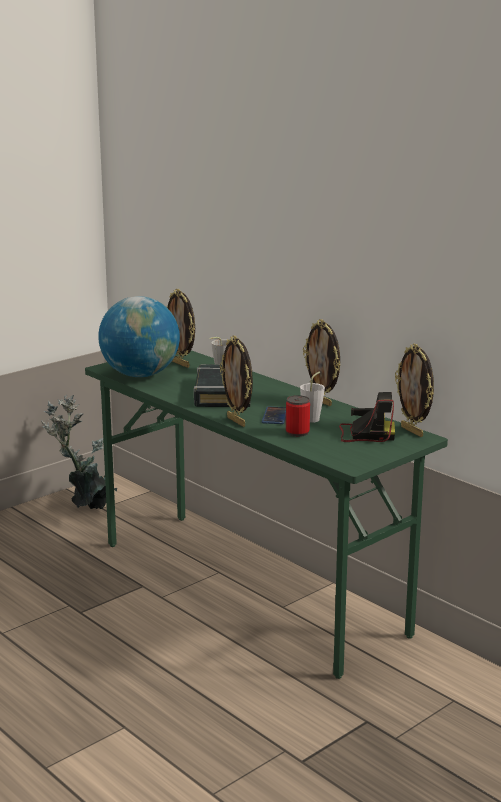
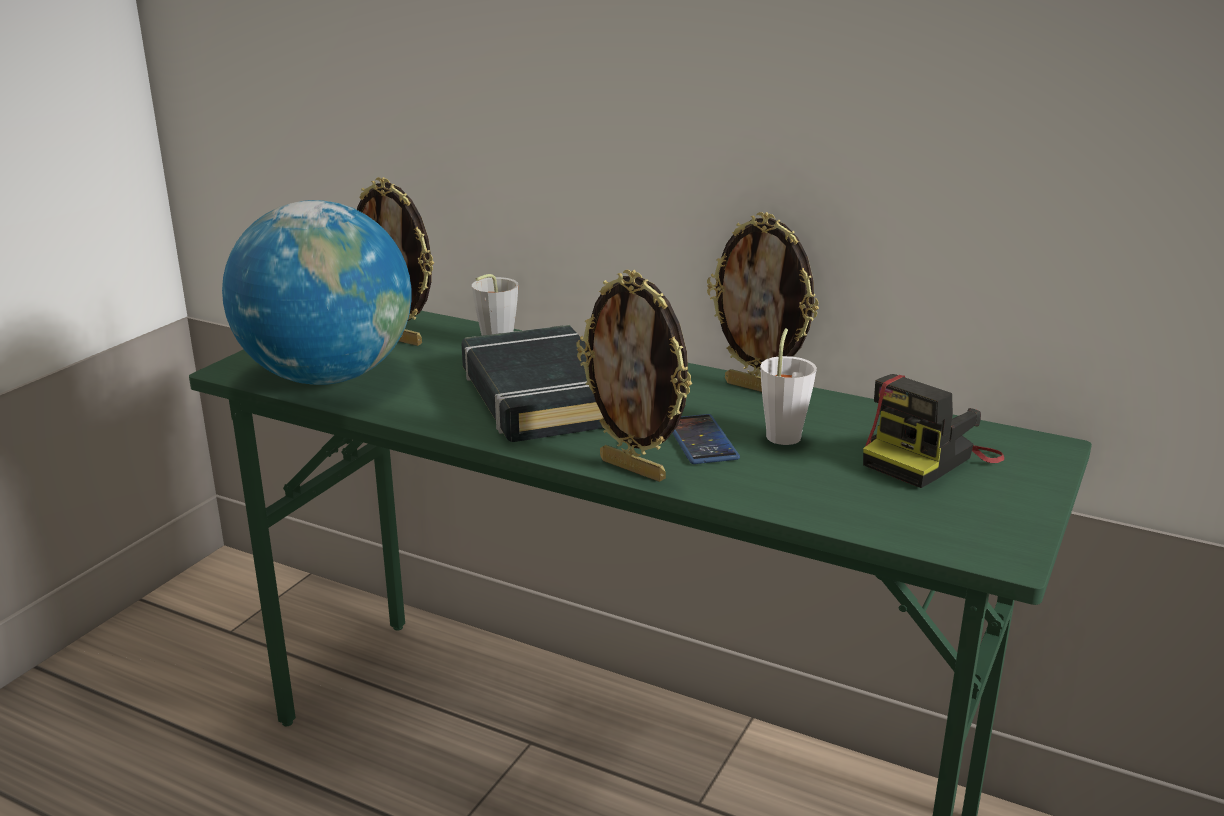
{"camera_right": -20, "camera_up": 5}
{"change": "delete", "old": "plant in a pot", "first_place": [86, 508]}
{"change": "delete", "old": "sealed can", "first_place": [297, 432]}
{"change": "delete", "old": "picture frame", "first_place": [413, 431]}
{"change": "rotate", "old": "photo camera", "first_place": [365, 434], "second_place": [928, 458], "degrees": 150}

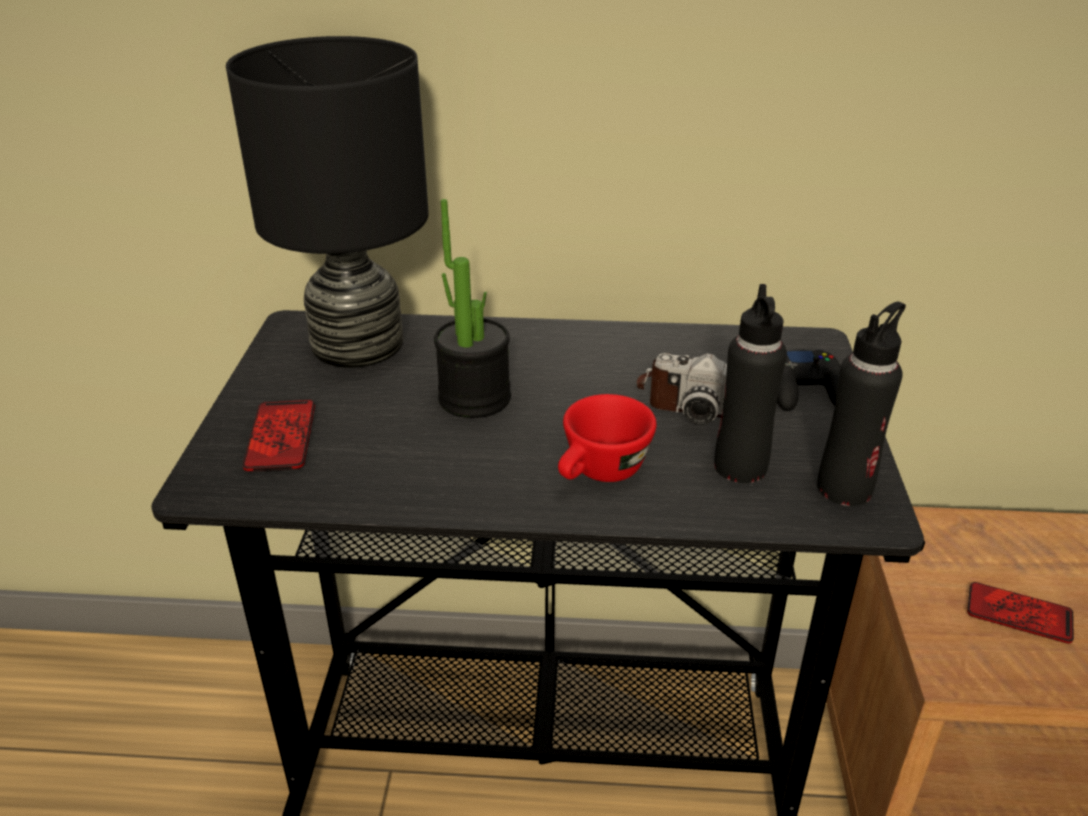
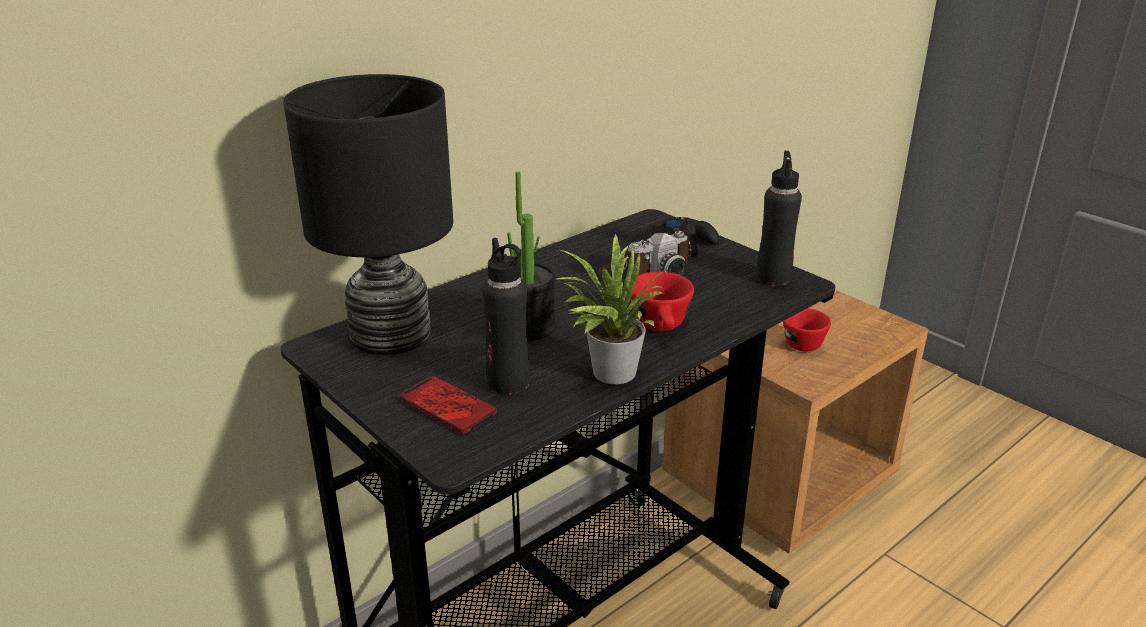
{"camera_right": -45, "camera_up": -5}
{"change": "insert", "new": "plant in a pot", "second_place": [608, 372]}
{"change": "move", "old": "beverage bottle/black", "first_place": [740, 467], "second_place": [508, 383]}
{"change": "replace", "old": "phone", "new": "cup/red", "first_place": [1019, 614], "second_place": [799, 341]}

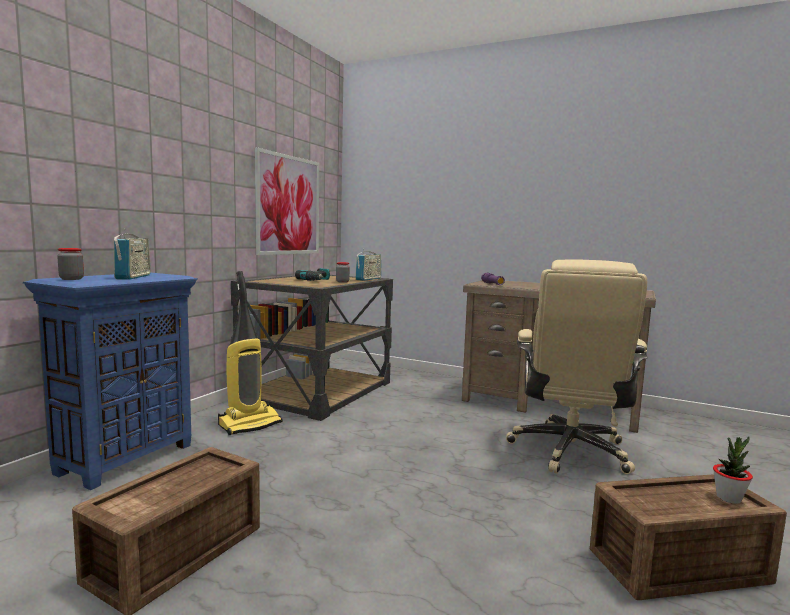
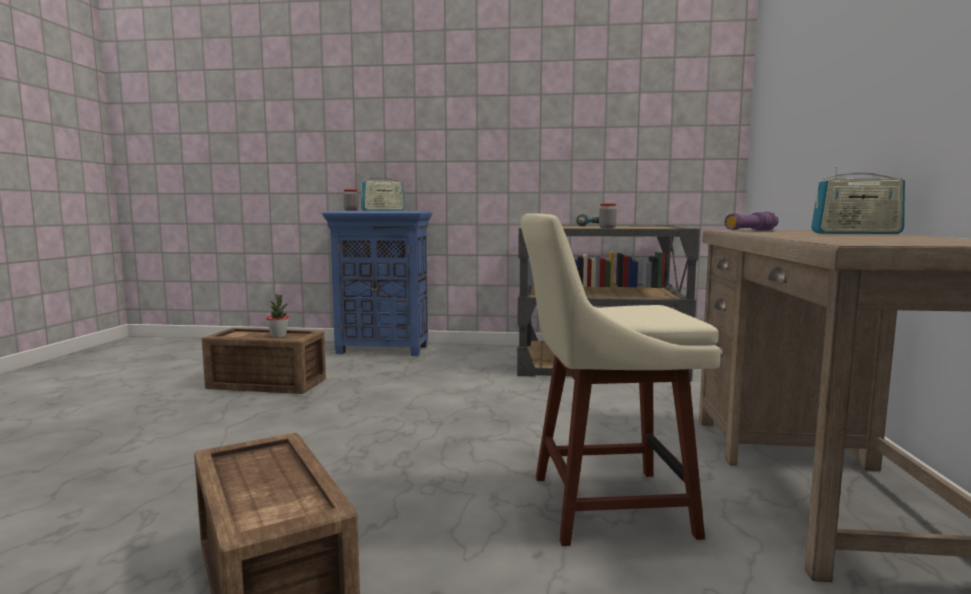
{"camera_right": 70, "camera_up": 0}
{"change": "delete", "old": "vacuum", "first_place": [250, 424]}
{"change": "delete", "old": "wall art", "first_place": [288, 205]}
{"change": "move", "old": "radio set", "first_place": [368, 279], "second_place": [856, 233]}
{"change": "move", "old": "plant in a pot", "first_place": [729, 498], "second_place": [278, 336]}
{"change": "replace", "old": "office chair/beige", "new": "stool/beige", "first_place": [570, 450], "second_place": [602, 505]}

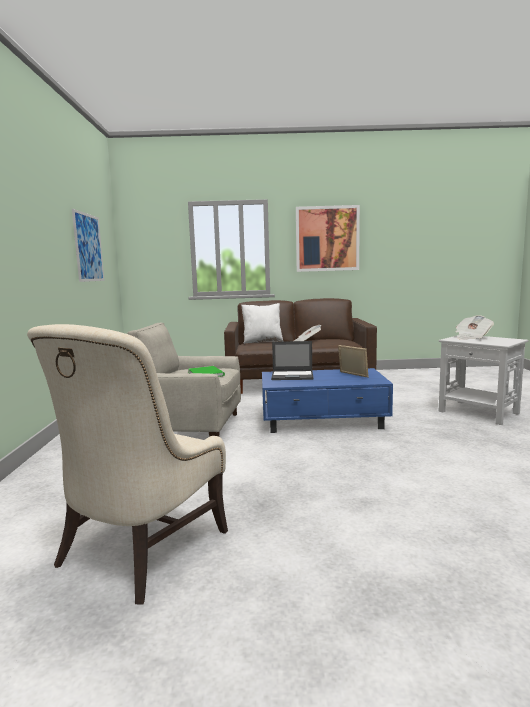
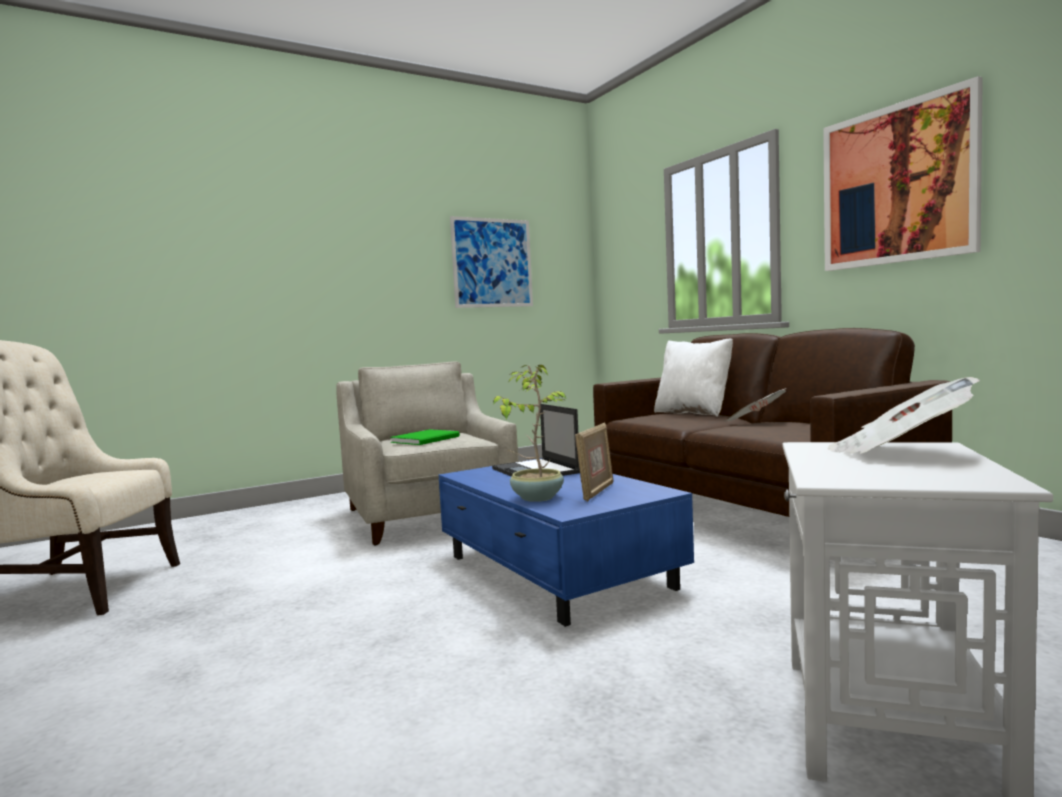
{"camera_right": 60, "camera_up": -5}
{"change": "insert", "new": "plant in a pot", "second_place": [536, 497]}

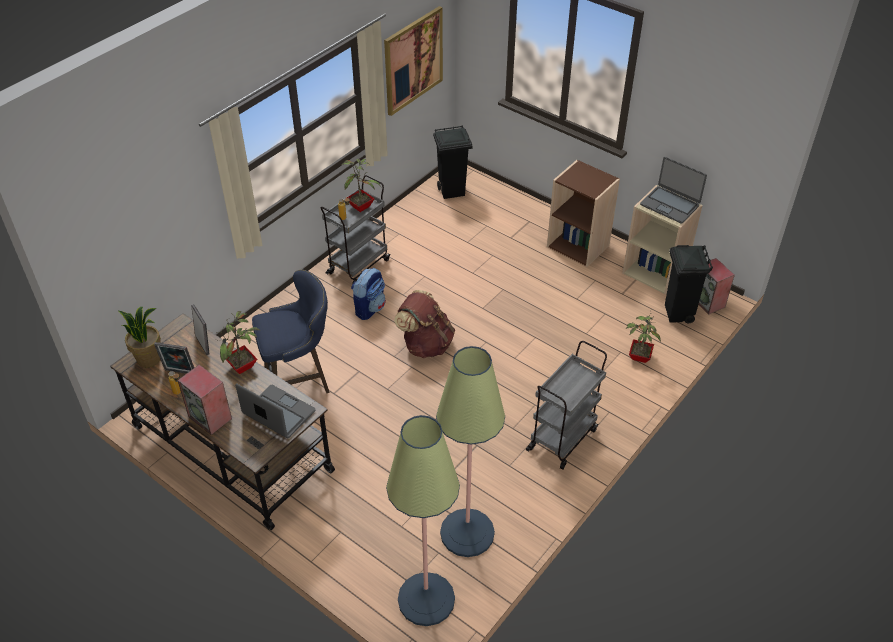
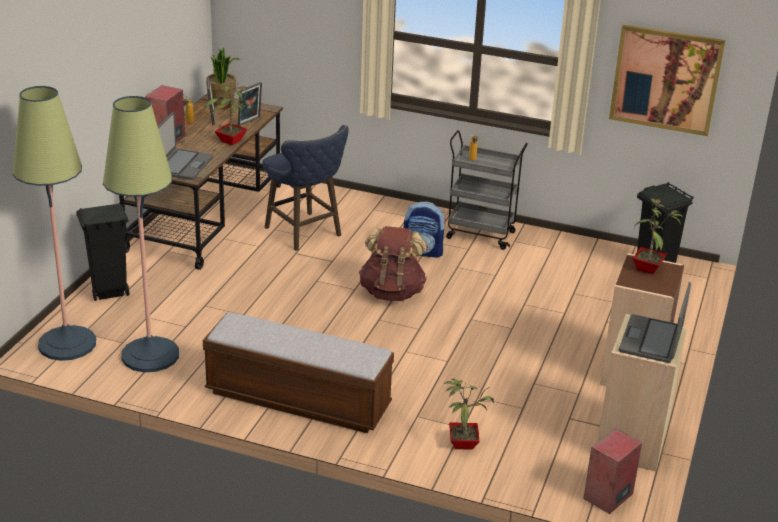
{"camera_right": 70, "camera_up": -15}
{"change": "move", "old": "plant in a pot", "first_place": [361, 206], "second_place": [649, 269]}
{"change": "move", "old": "rubbish bin/black", "first_place": [678, 314], "second_place": [108, 293]}
{"change": "replace", "old": "wheeled cart/gray", "new": "indoor bench", "first_place": [562, 440], "second_place": [297, 399]}

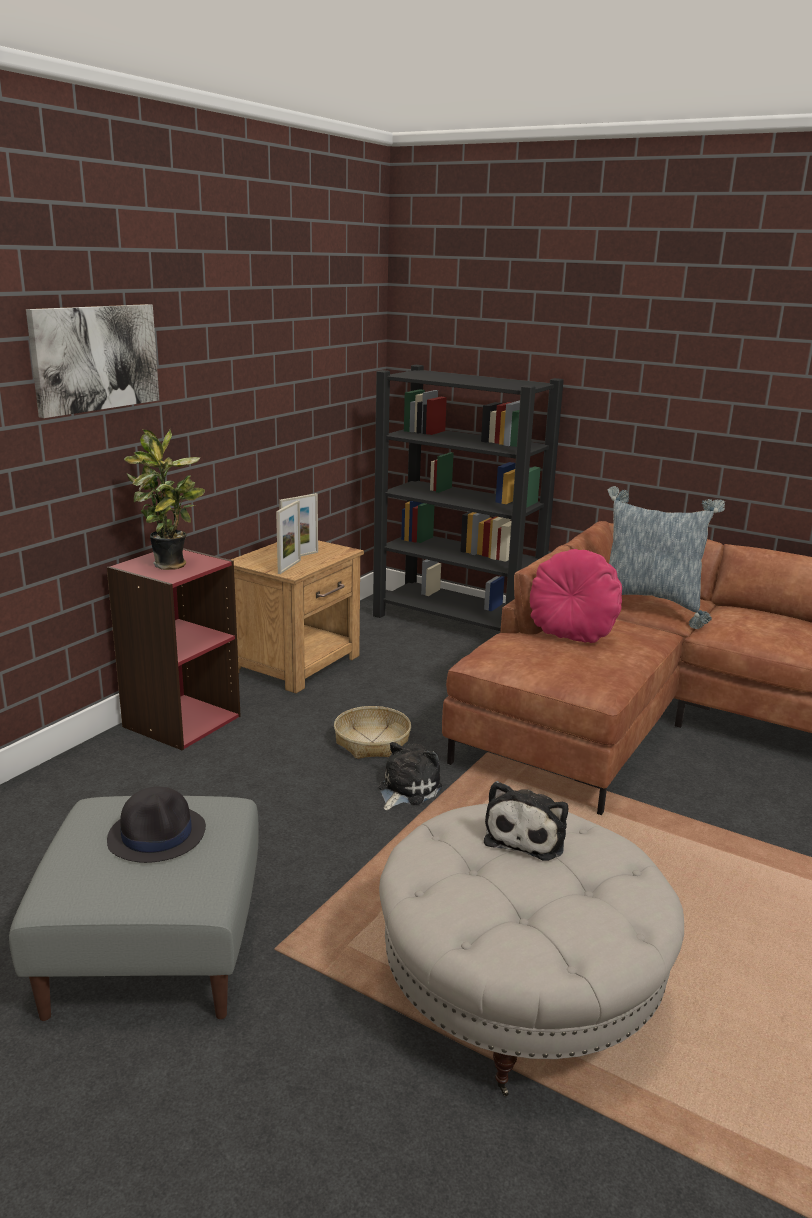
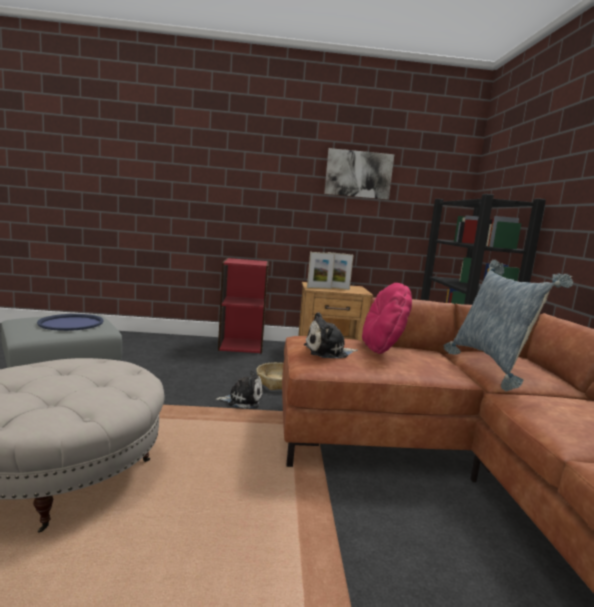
{"camera_right": 55, "camera_up": -10}
{"change": "delete", "old": "plant in a pot", "first_place": [171, 566]}
{"change": "move", "old": "wall art", "first_place": [95, 358], "second_place": [358, 174]}
{"change": "move", "old": "plush toy", "first_place": [527, 835], "second_place": [328, 352]}
{"change": "replace", "old": "hat/black", "new": "carrying tray/blue", "first_place": [158, 835], "second_place": [71, 323]}

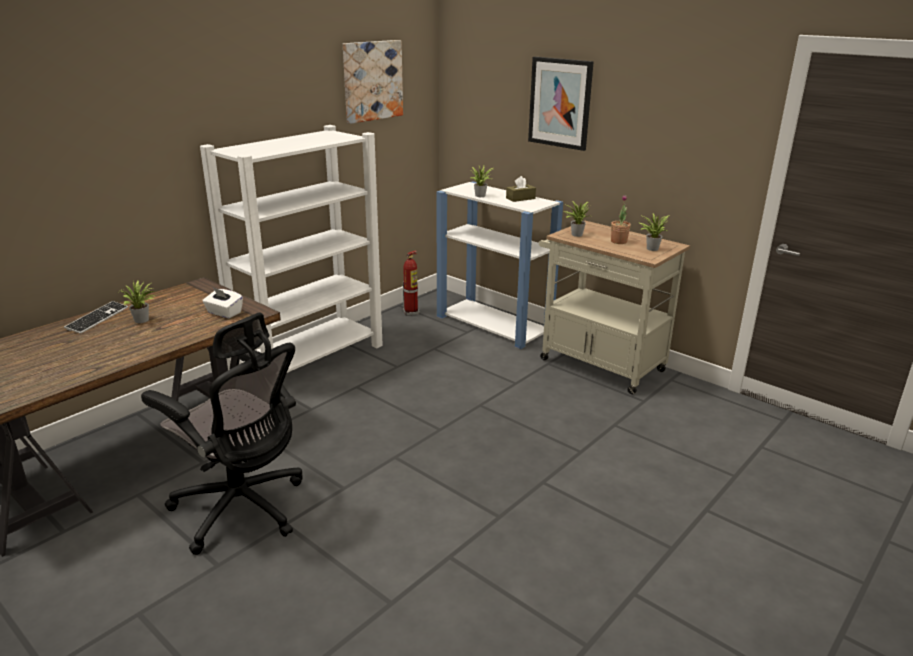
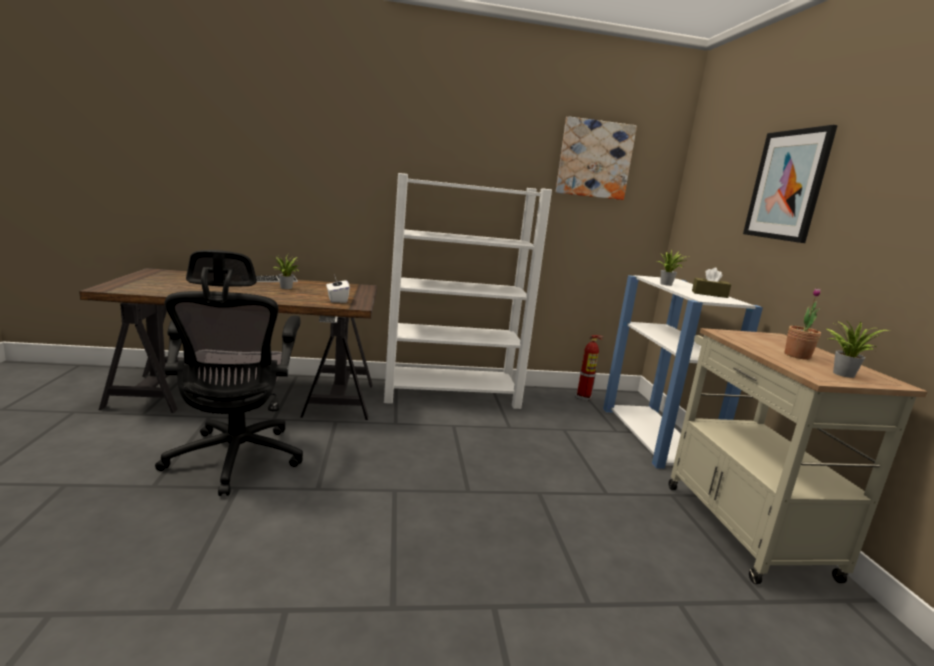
{"camera_right": 40, "camera_up": -10}
{"change": "delete", "old": "plant in a pot", "first_place": [575, 234]}

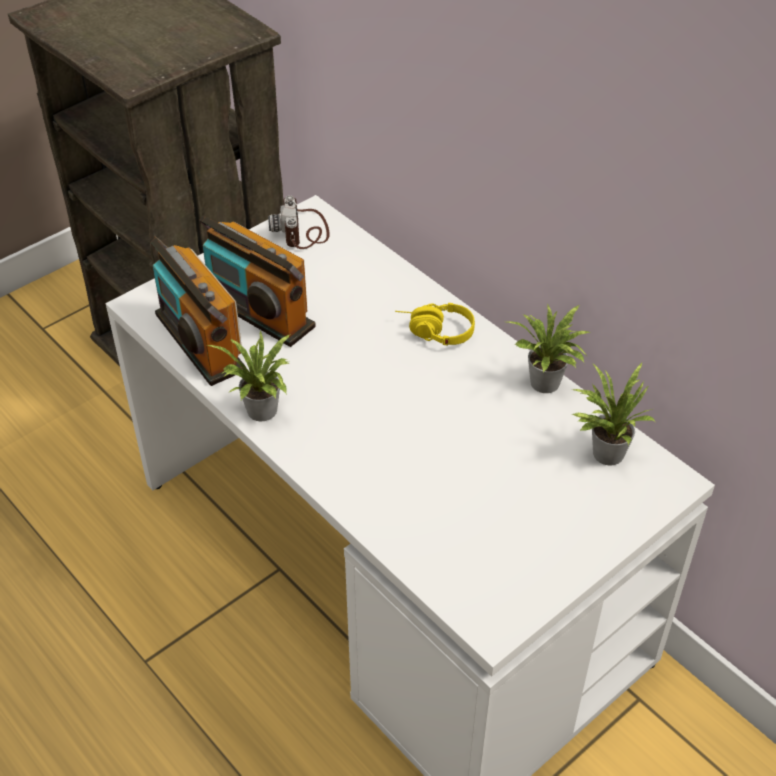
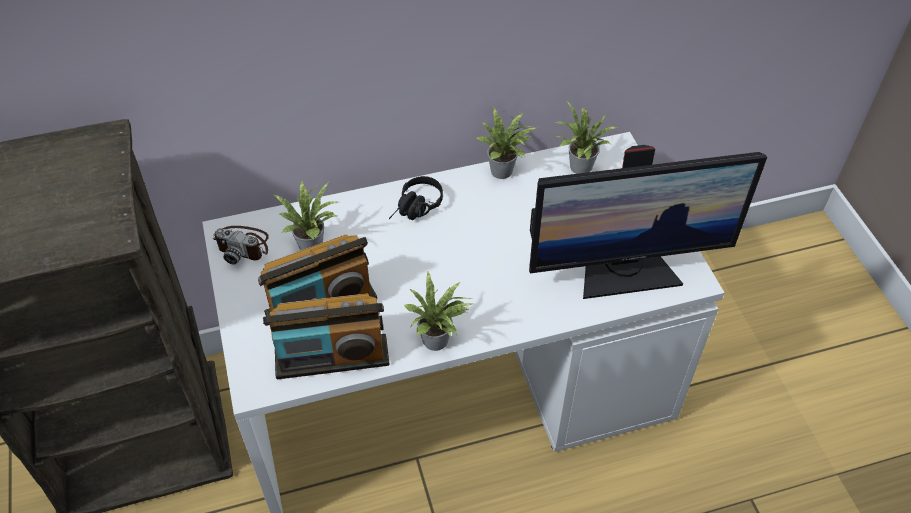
{"camera_right": -65, "camera_up": 5}
{"change": "insert", "new": "plant in a pot", "second_place": [314, 244]}
{"change": "insert", "new": "computer display", "second_place": [625, 271]}
{"change": "recolor", "old": "headphones/yellow", "new": "headphones/black", "first_place": [433, 332], "second_place": [415, 209]}

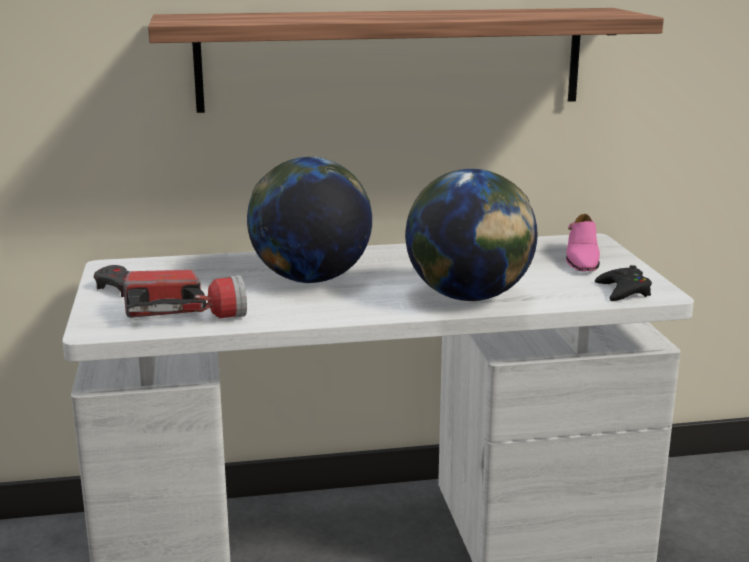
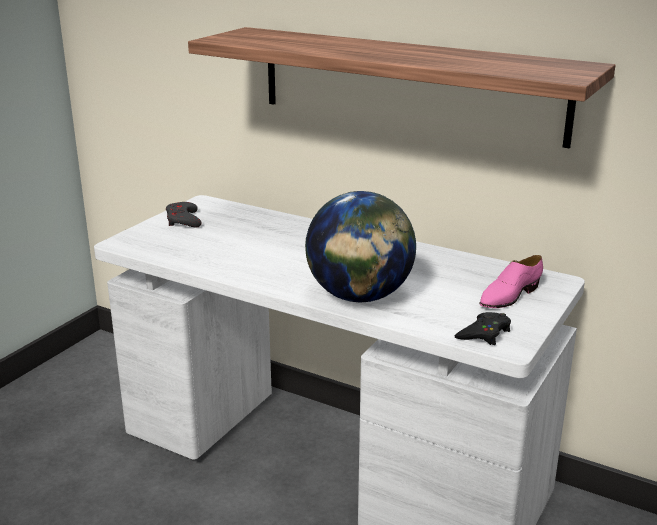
{"camera_right": 40, "camera_up": 5}
{"change": "delete", "old": "flashlight", "first_place": [186, 315]}
{"change": "delete", "old": "globe", "first_place": [311, 279]}

